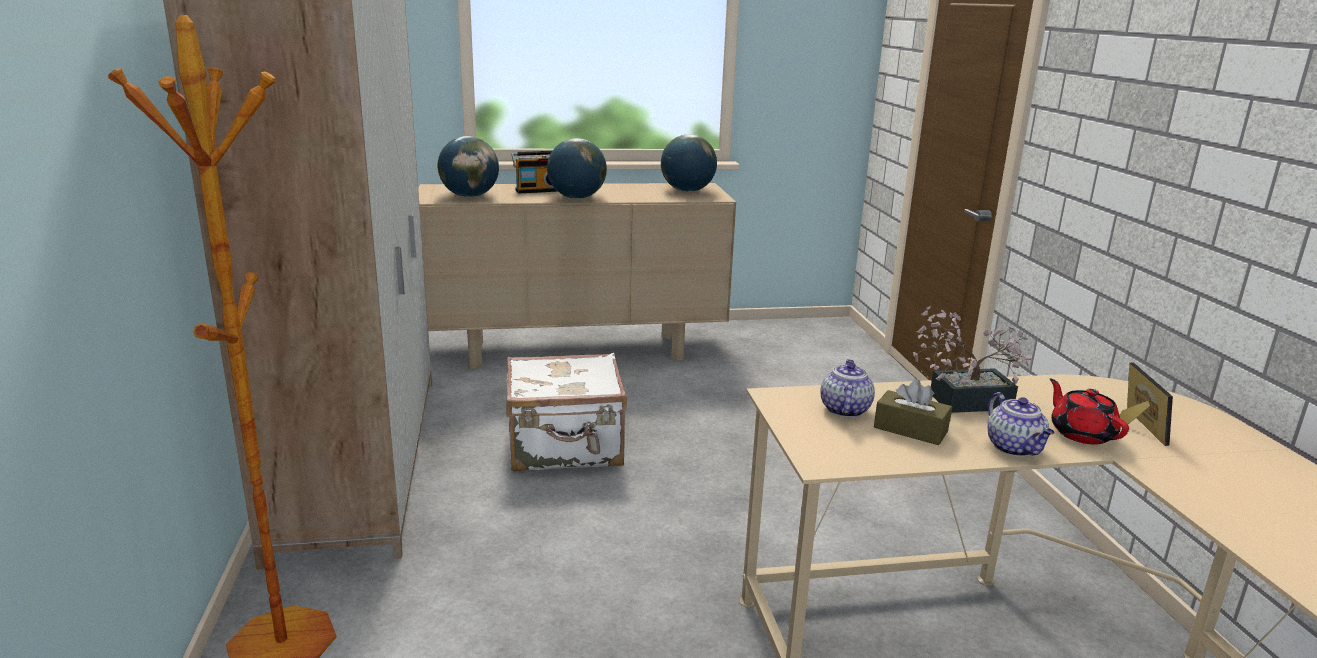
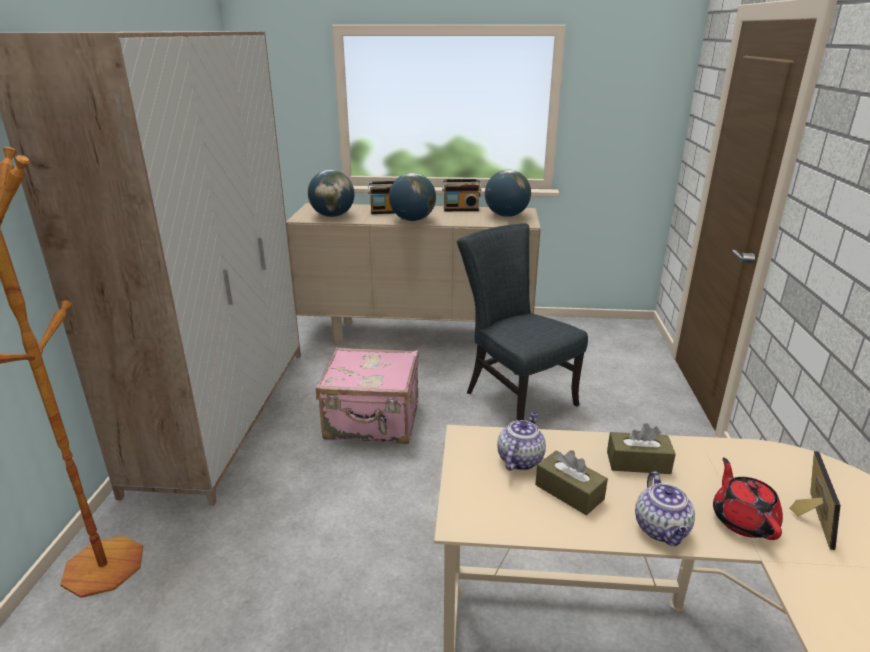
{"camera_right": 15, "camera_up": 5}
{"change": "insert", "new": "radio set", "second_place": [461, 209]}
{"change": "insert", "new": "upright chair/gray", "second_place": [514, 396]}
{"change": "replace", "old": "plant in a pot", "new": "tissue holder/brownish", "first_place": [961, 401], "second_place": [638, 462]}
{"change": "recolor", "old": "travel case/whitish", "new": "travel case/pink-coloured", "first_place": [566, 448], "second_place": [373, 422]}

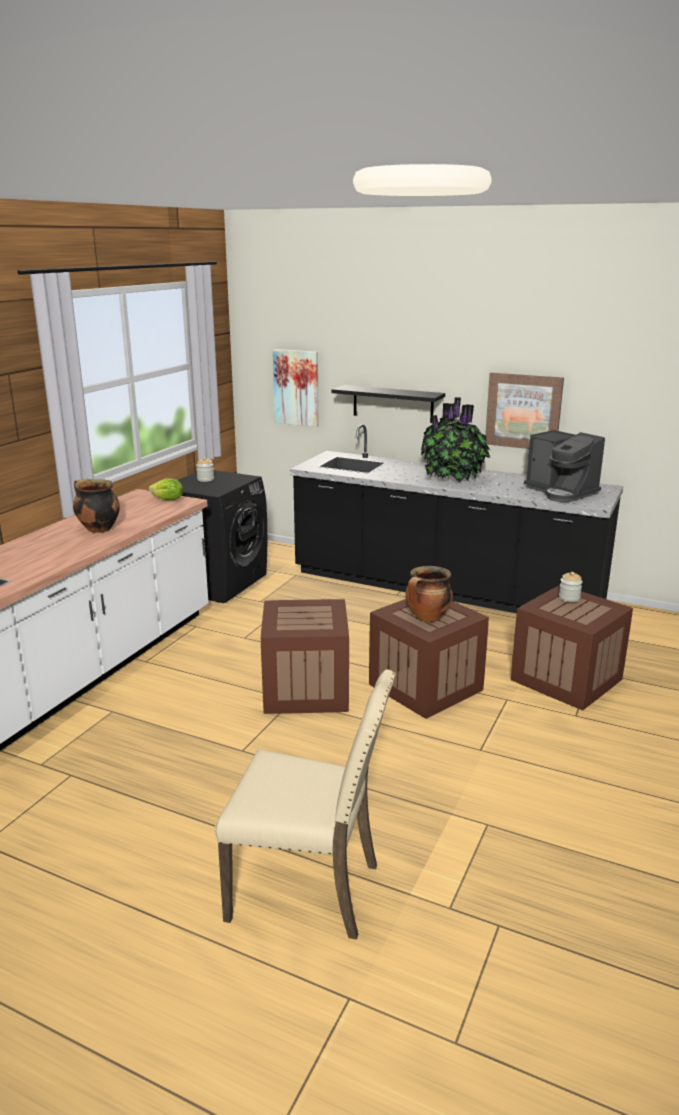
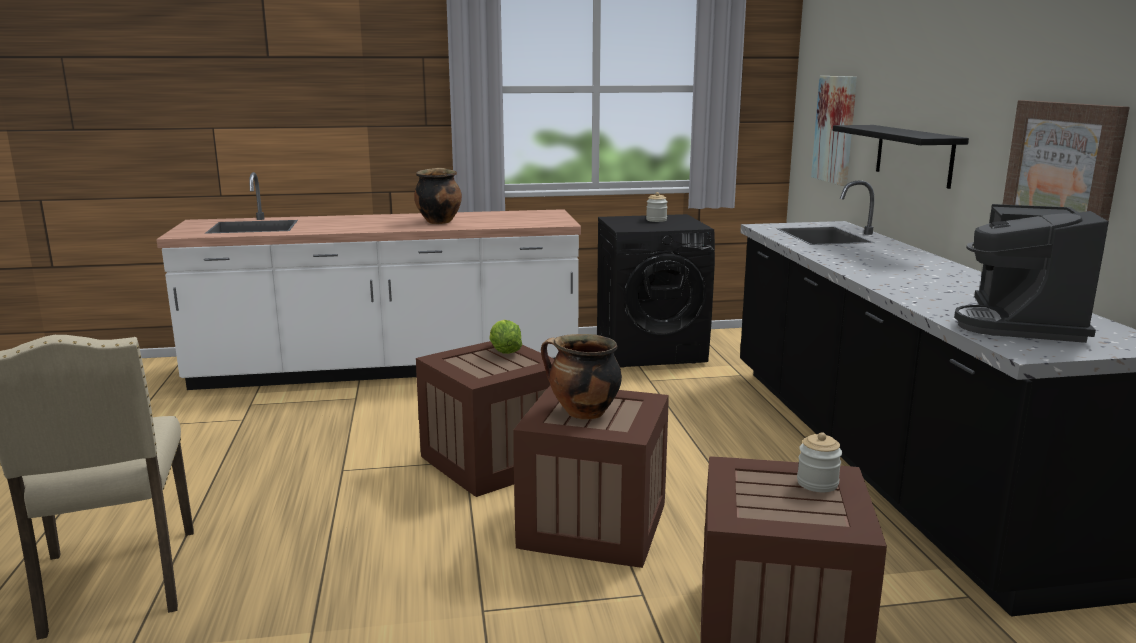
{"camera_right": 55, "camera_up": -5}
{"change": "delete", "old": "plant in a pot", "first_place": [454, 479]}
{"change": "move", "old": "head of lettuce", "first_place": [168, 500], "second_place": [504, 352]}

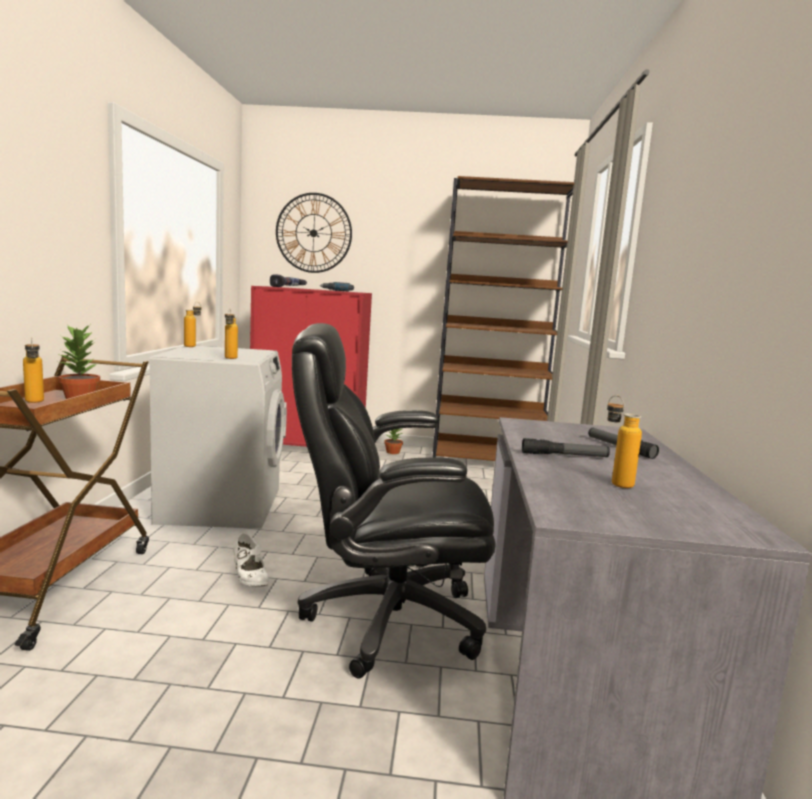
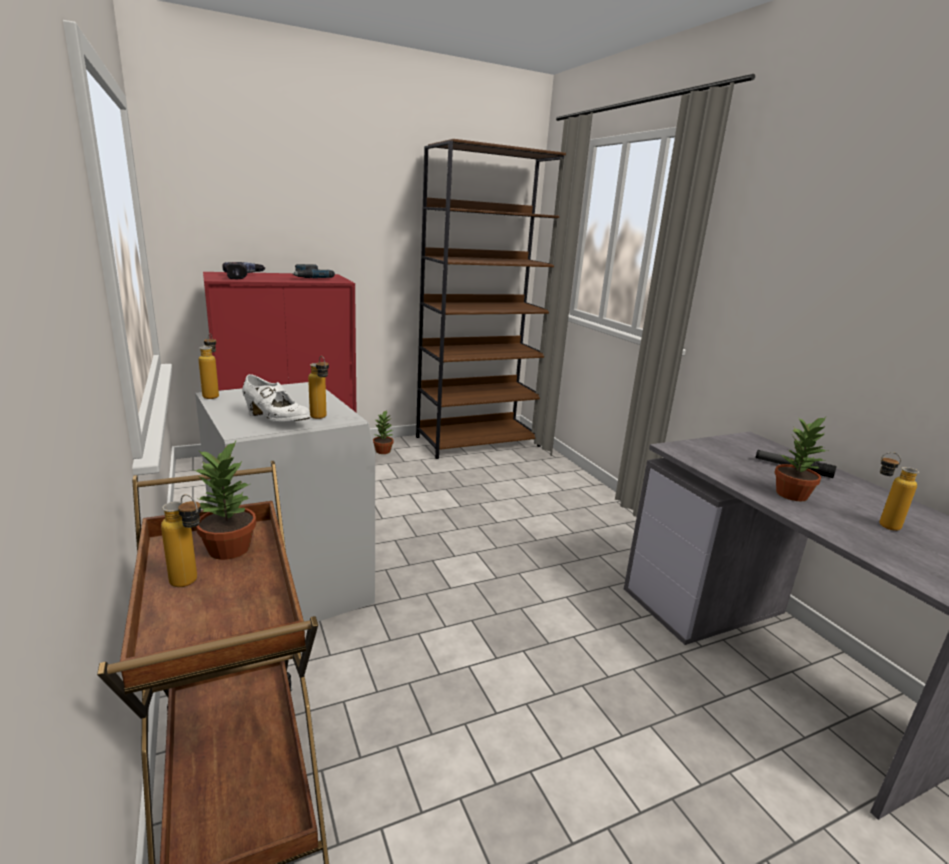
{"camera_right": -30, "camera_up": 10}
{"change": "delete", "old": "hanging clock", "first_place": [313, 233]}
{"change": "delete", "old": "office chair/black", "first_place": [383, 619]}
{"change": "move", "old": "item of footwear/whitish", "first_place": [249, 578], "second_place": [276, 420]}
{"change": "replace", "old": "flashlight", "new": "plant in a pot", "first_place": [564, 455], "second_place": [792, 495]}

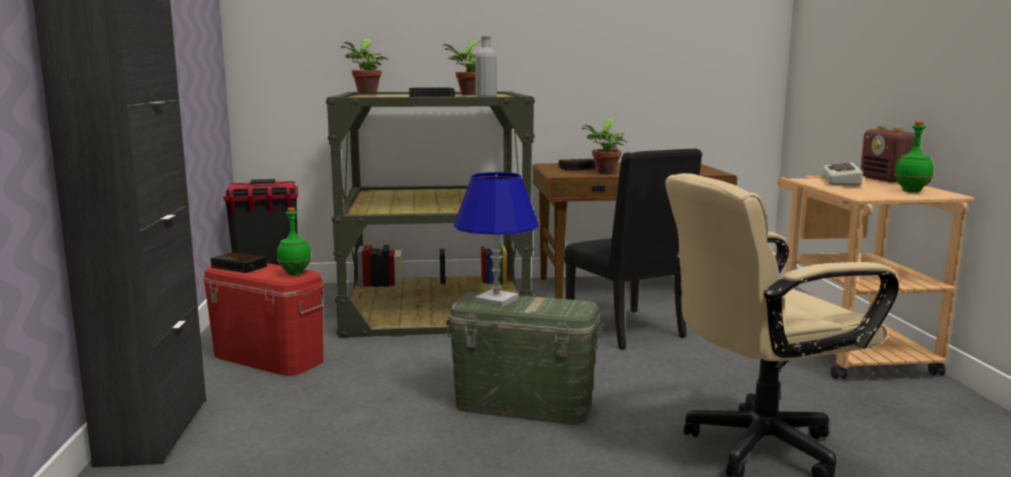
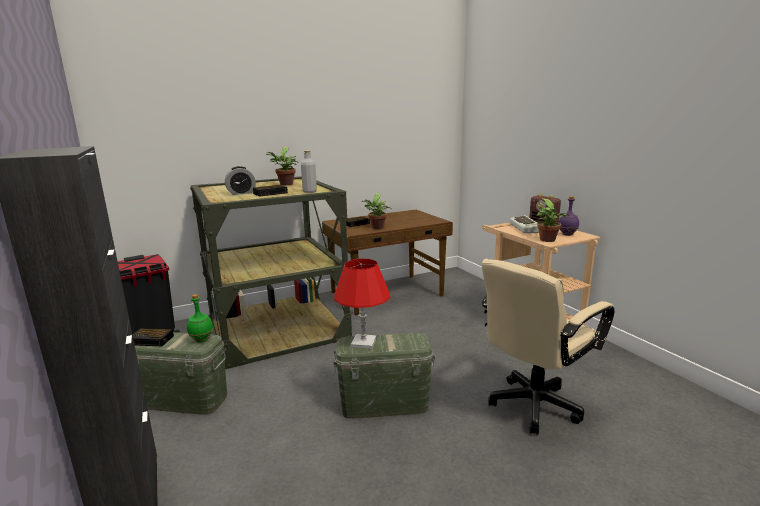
{"camera_right": -20, "camera_up": 5}
{"change": "delete", "old": "upright chair/black", "first_place": [628, 330]}
{"change": "insert", "new": "bedside clock", "second_place": [241, 193]}
{"change": "move", "old": "plant in a pot", "first_place": [366, 93], "second_place": [548, 240]}
{"change": "recolor", "old": "storage bin/red", "new": "storage bin/greenish", "first_place": [269, 358], "second_place": [183, 400]}
{"change": "recolor", "old": "tabletop lamp/blue", "new": "tabletop lamp/red", "first_place": [496, 300], "second_place": [363, 342]}
{"change": "recolor", "old": "beverage bottle/greenish", "new": "beverage bottle/purple", "first_place": [911, 191], "second_place": [567, 234]}

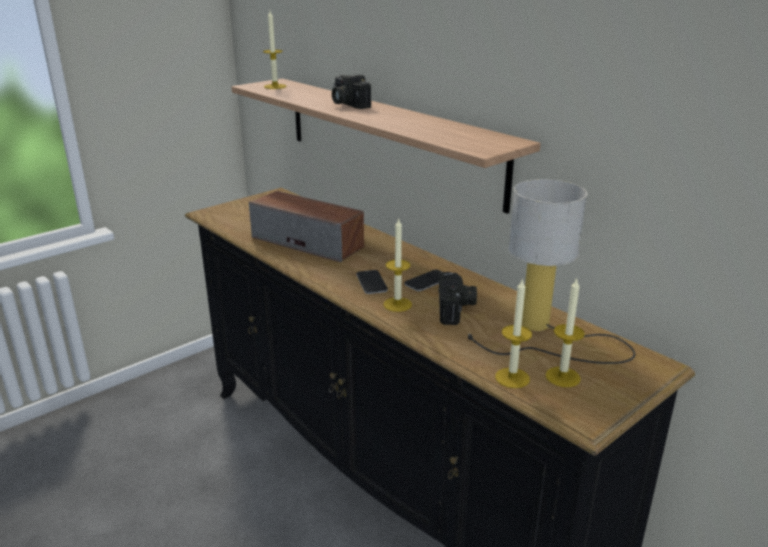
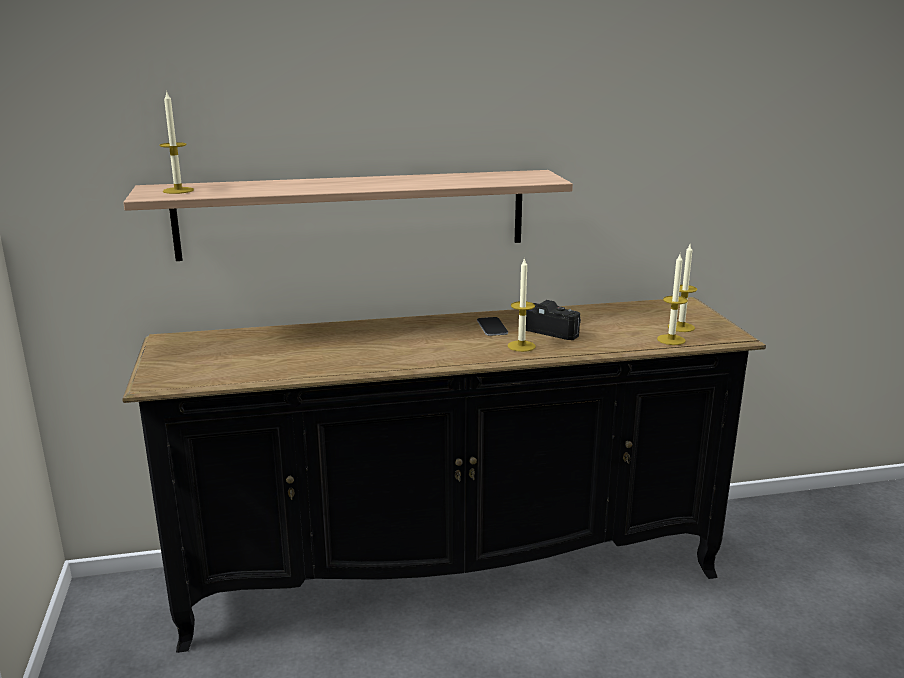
{"camera_right": -60, "camera_up": -5}
{"change": "delete", "old": "loudspeaker", "first_place": [308, 242]}
{"change": "delete", "old": "photo camera", "first_place": [347, 104]}
{"change": "delete", "old": "phone", "first_place": [371, 283]}
{"change": "delete", "old": "tabletop lamp", "first_place": [544, 333]}

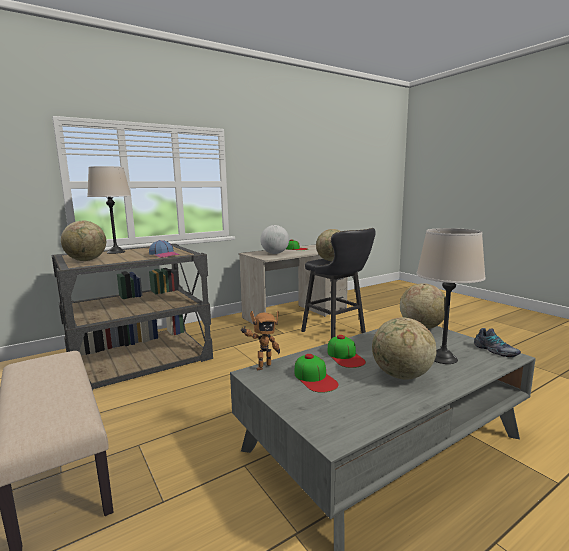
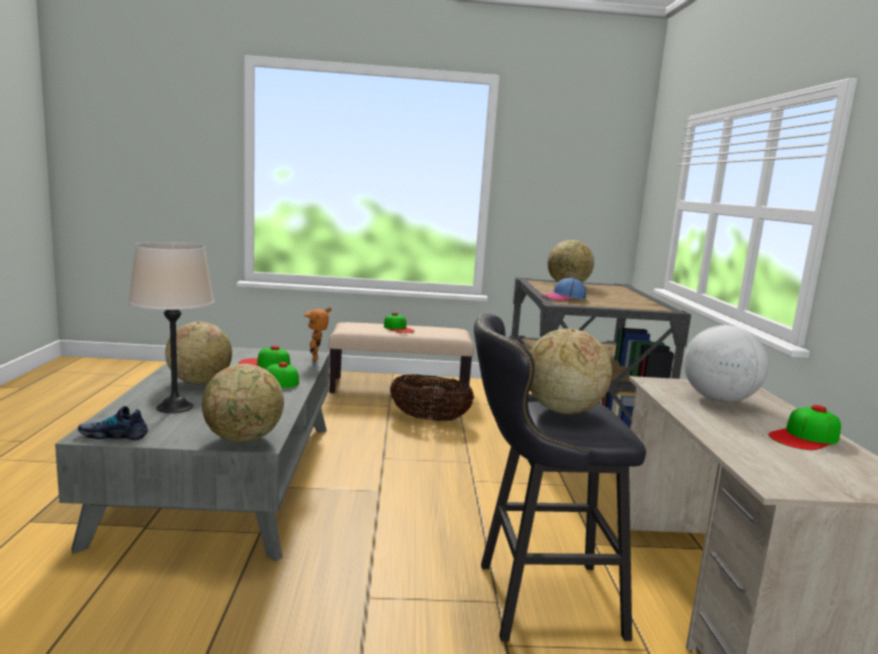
{"camera_right": 120, "camera_up": 0}
{"change": "delete", "old": "tabletop lamp/beige", "first_place": [116, 252]}
{"change": "insert", "new": "cap", "second_place": [398, 328]}
{"change": "insert", "new": "household basket", "second_place": [430, 419]}

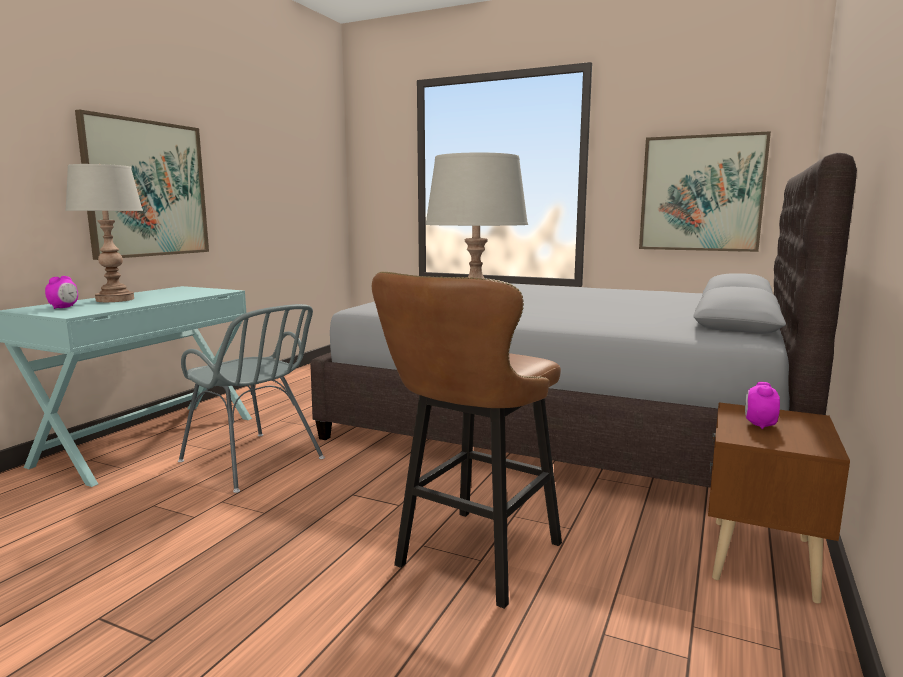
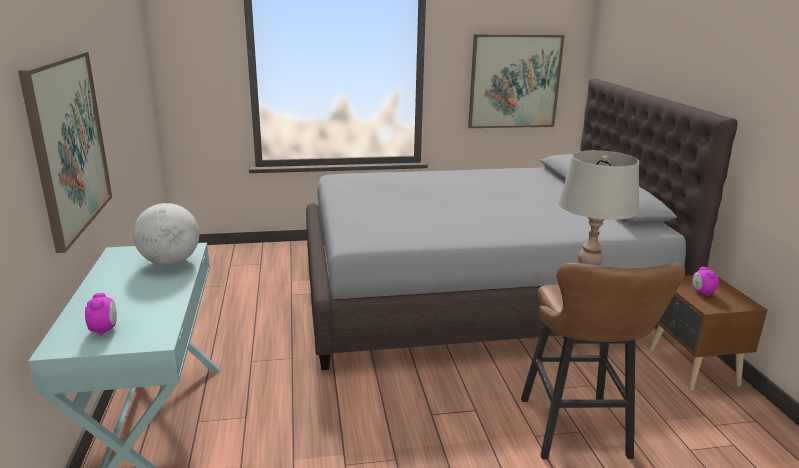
{"camera_right": -35, "camera_up": 10}
{"change": "delete", "old": "tabletop lamp/gray", "first_place": [115, 300]}
{"change": "delete", "old": "upright chair/gray", "first_place": [254, 461]}
{"change": "insert", "new": "globe", "second_place": [170, 262]}

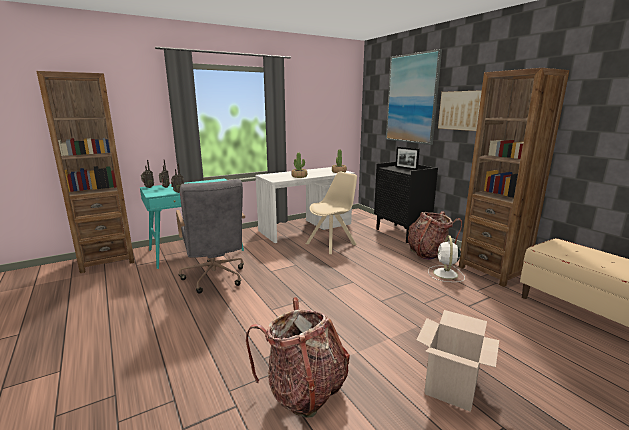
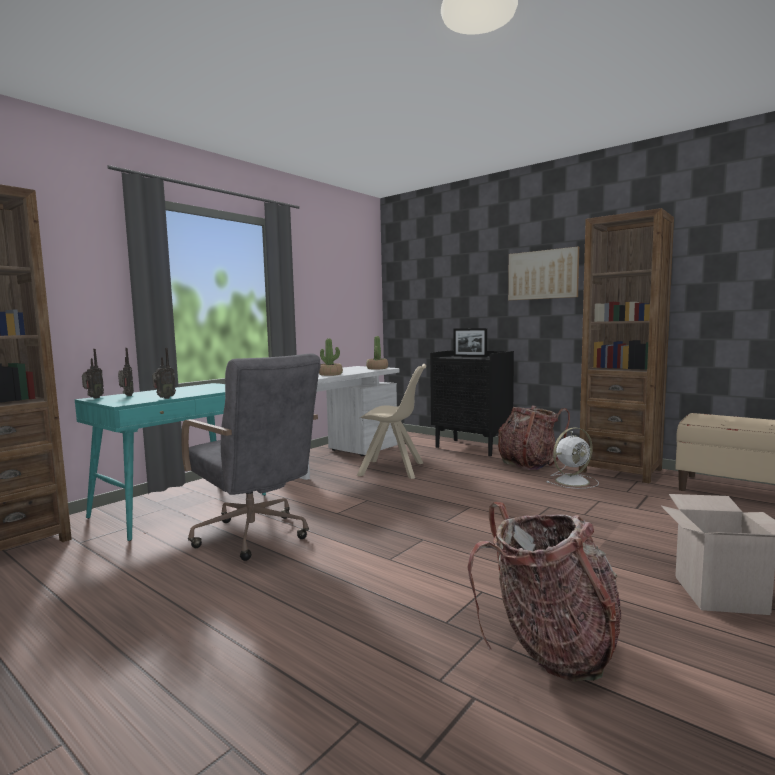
{"camera_right": -20, "camera_up": -10}
{"change": "delete", "old": "wall art", "first_place": [412, 99]}
{"change": "rotate", "old": "upright chair/beige", "first_place": [332, 244], "second_place": [393, 470], "degrees": 75}
{"change": "rotate", "old": "cooling fan/whitish", "first_place": [445, 274], "second_place": [573, 481], "degrees": -105}

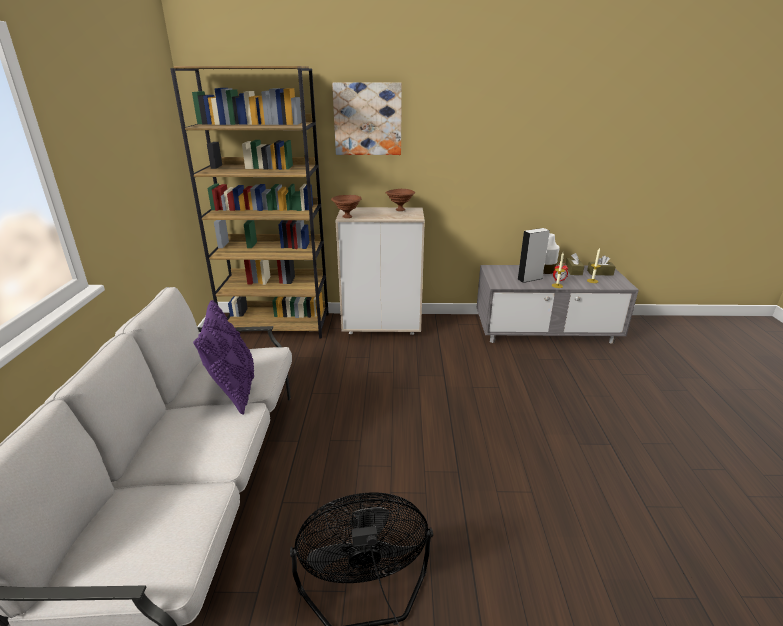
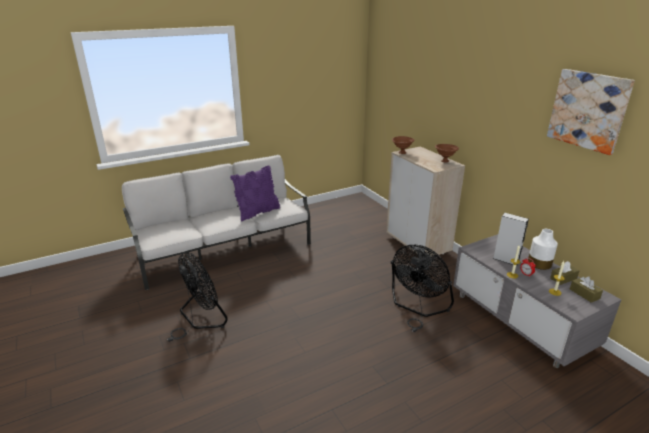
{"camera_right": 60, "camera_up": 0}
{"change": "delete", "old": "bookcase/brownish", "first_place": [277, 325]}
{"change": "insert", "new": "cooling fan/black", "second_place": [416, 307]}
{"change": "move", "old": "wall art", "first_place": [367, 119], "second_place": [588, 110]}

